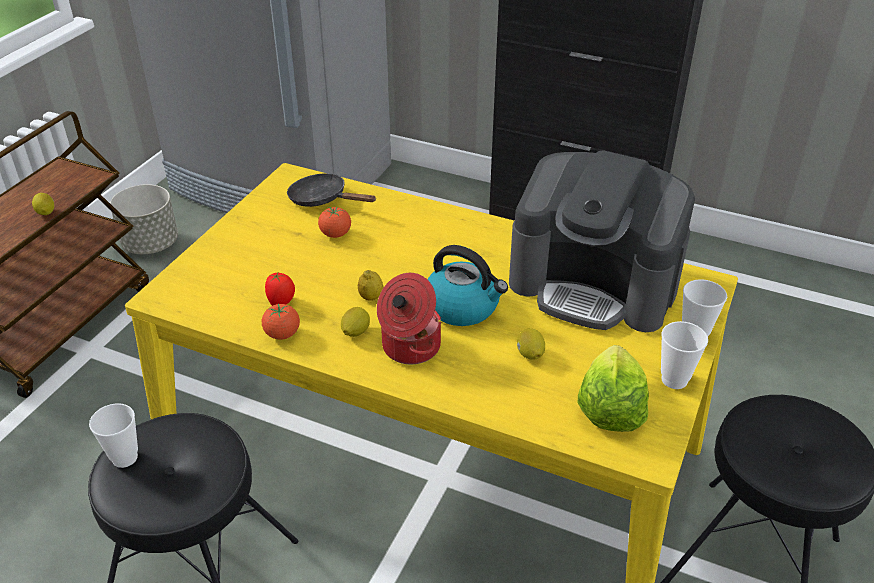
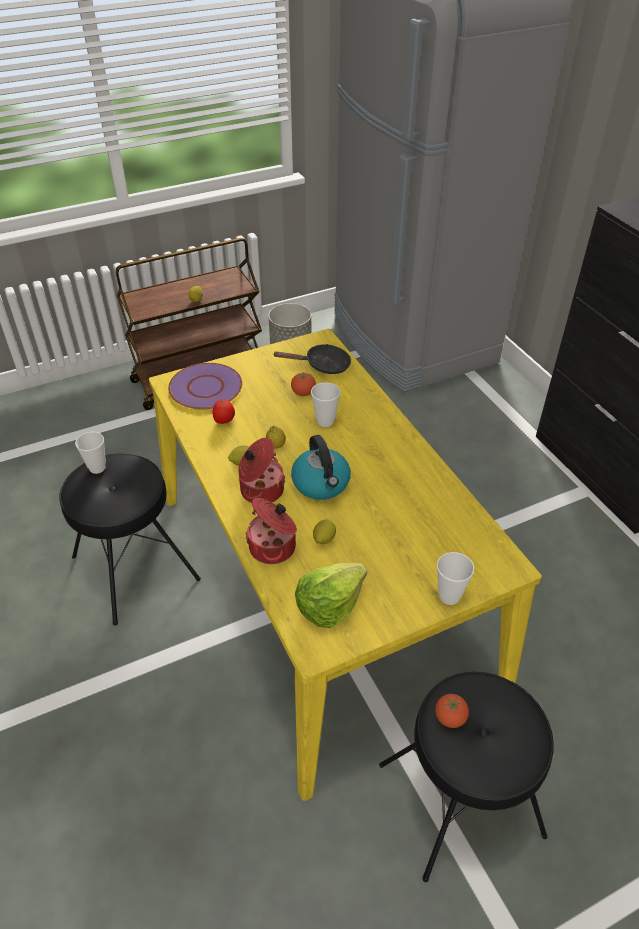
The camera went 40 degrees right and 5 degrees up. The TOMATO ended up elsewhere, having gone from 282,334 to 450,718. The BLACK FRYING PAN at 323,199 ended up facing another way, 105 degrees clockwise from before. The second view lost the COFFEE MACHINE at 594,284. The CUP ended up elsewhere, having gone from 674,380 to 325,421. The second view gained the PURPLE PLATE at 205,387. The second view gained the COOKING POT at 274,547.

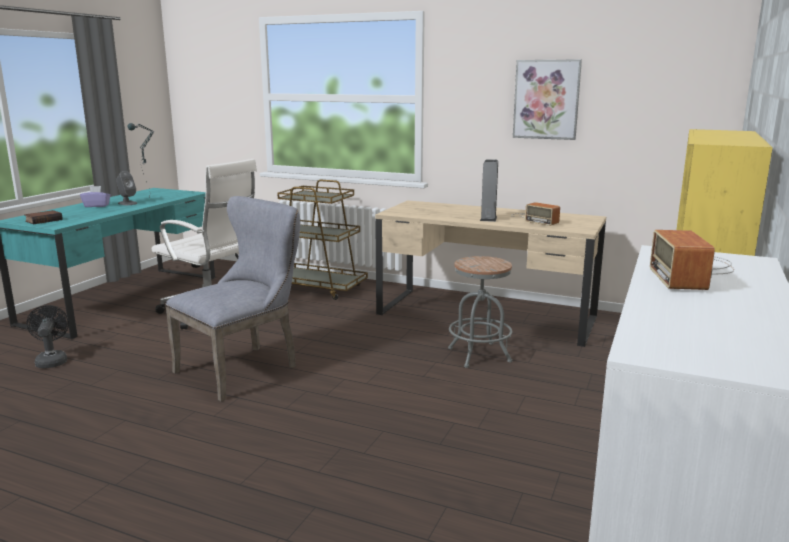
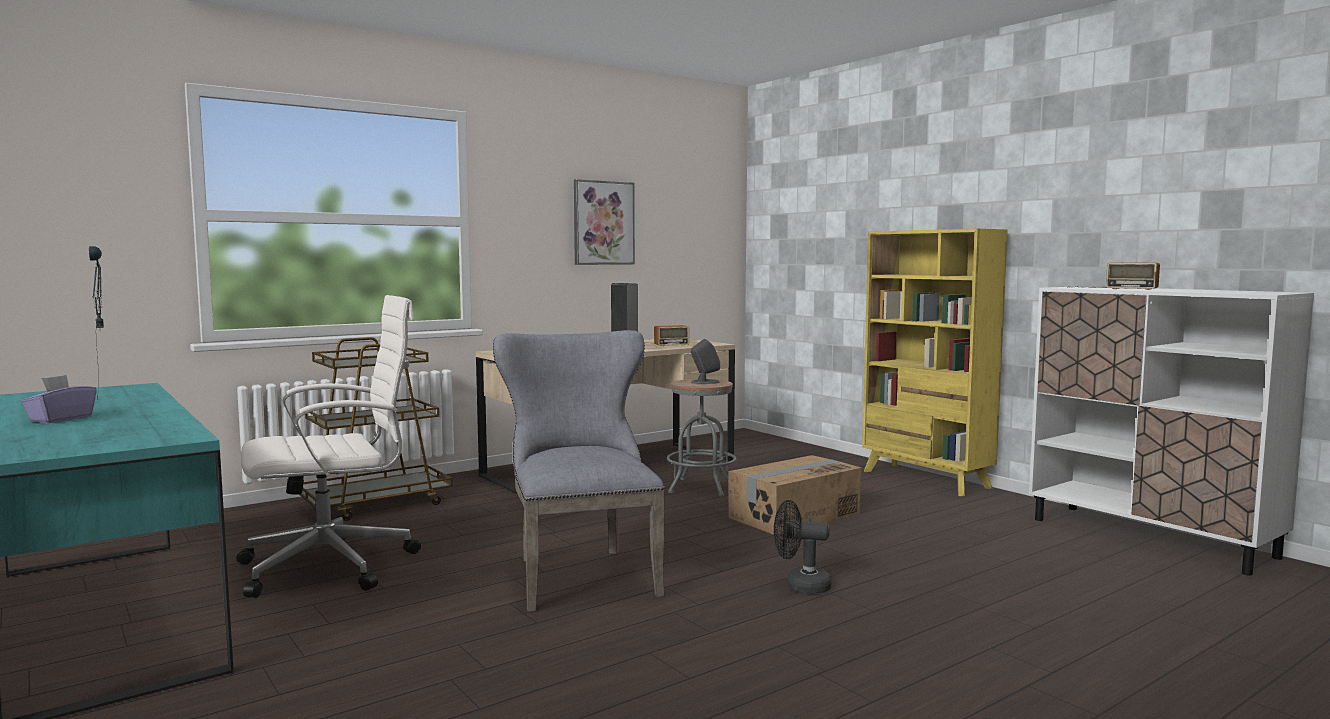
The camera went 60 degrees left and 10 degrees down. The second view lost the BOOK at 44,220. The BLACK FAN ended up elsewhere, having gone from 52,360 to 800,585. The GREY SPEAKER ended up elsewhere, having gone from 127,203 to 705,382. The second view gained the CARDBOARD BOX at 793,515.

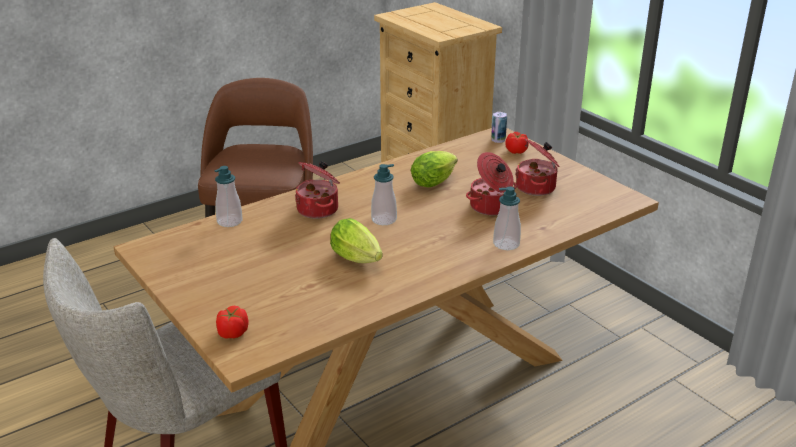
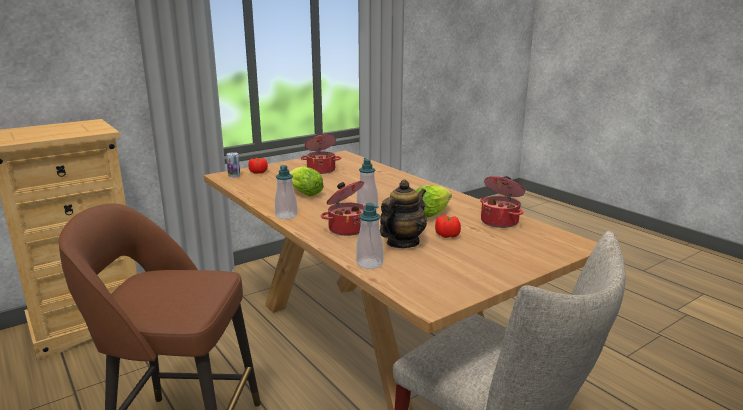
The camera went 90 degrees left and 10 degrees down. The TOMATO ended up elsewhere, having gone from 232,333 to 447,235. The COOKING POT ended up elsewhere, having gone from 491,207 to 500,221. The SOAP DISPENSER ended up elsewhere, having gone from 506,244 to 286,215. The second view gained the TEAPOT at 402,243.

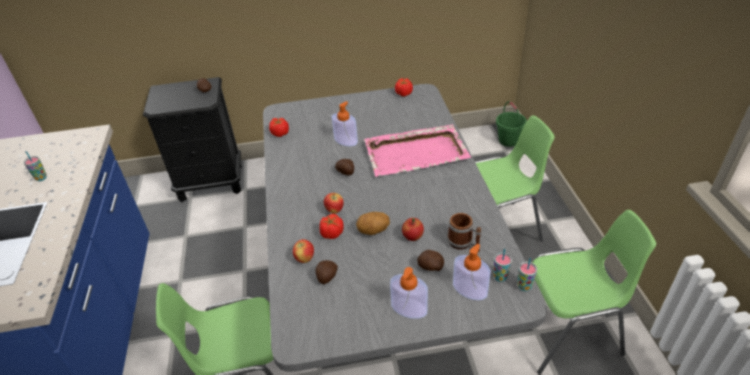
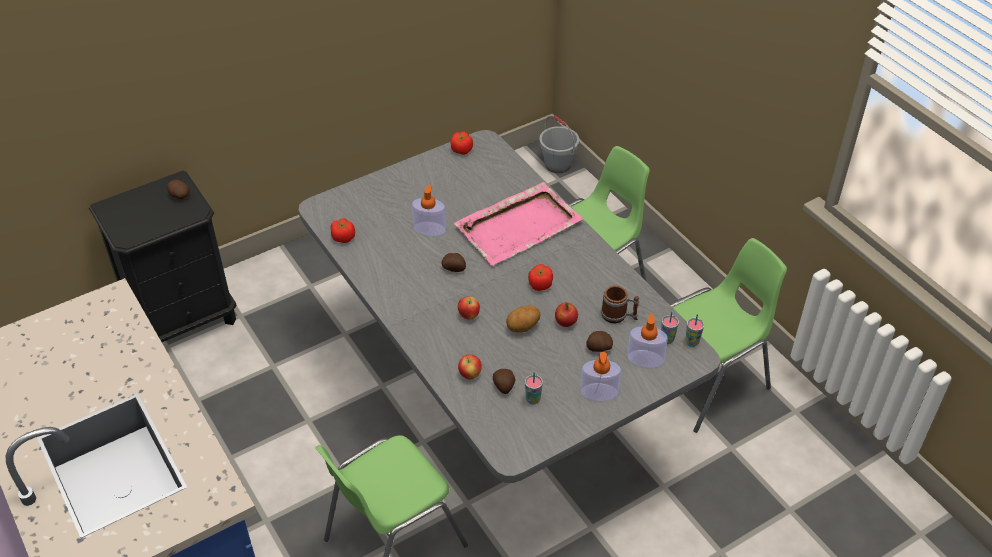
The camera went 25 degrees left and 5 degrees up. The CUP ended up elsewhere, having gone from 41,178 to 533,399. The TOMATO ended up elsewhere, having gone from 332,233 to 540,285. What was the GREEN BUCKET at 509,141 turned into the GREY BUCKET at 558,164.

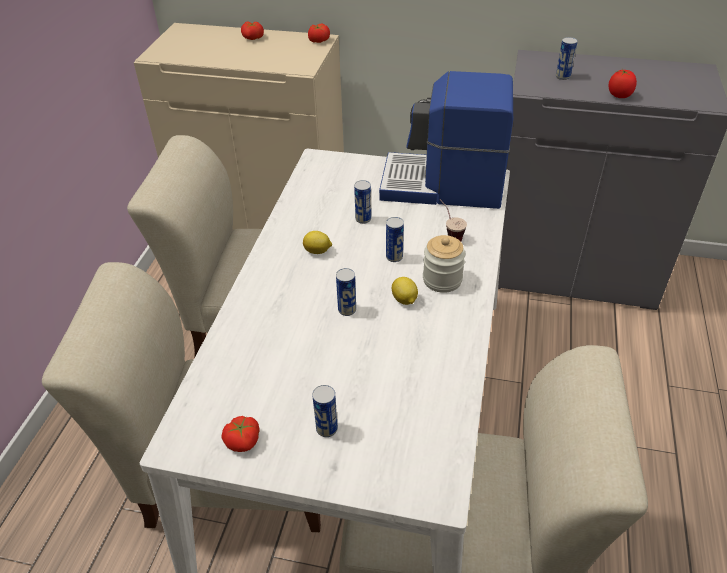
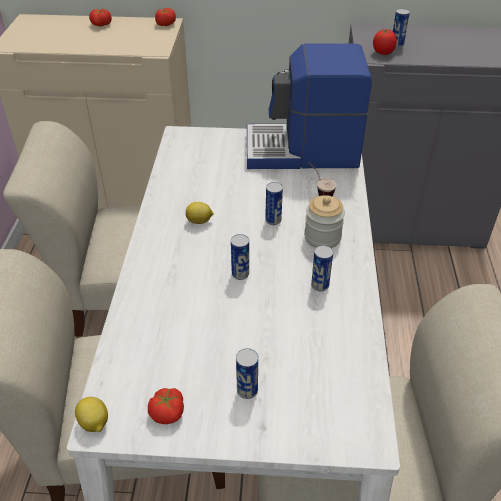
The camera went 10 degrees left and 0 degrees up. The CAN ended up elsewhere, having gone from 363,219 to 320,285. The LEMON ended up elsewhere, having gone from 404,300 to 94,423. The TOMATO ended up elsewhere, having gone from 619,95 to 383,53.

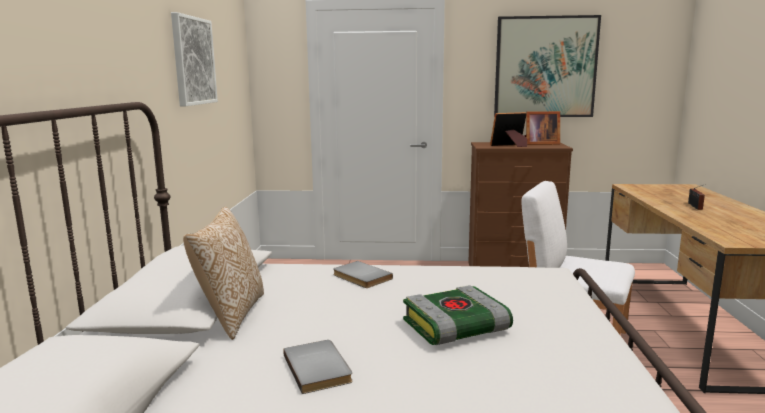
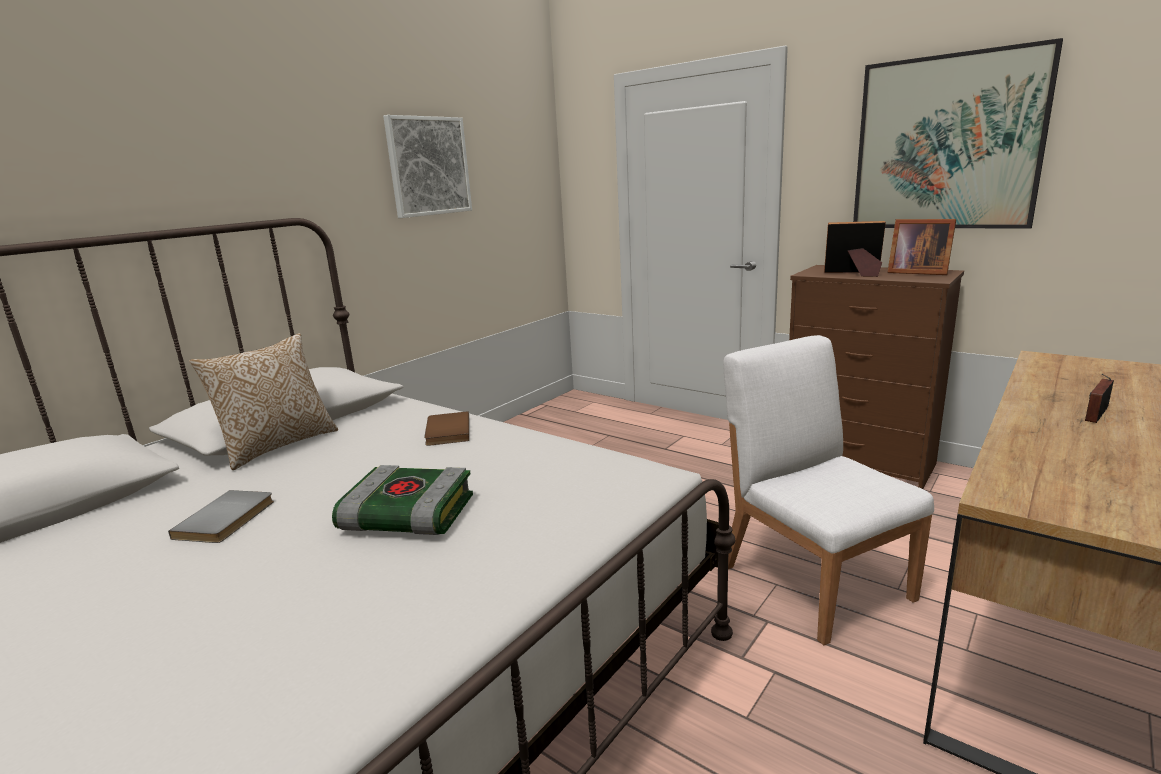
The camera went 35 degrees right and 5 degrees up. What was the GREY BOOK at 360,277 turned into the BROWN BOOK at 446,431.

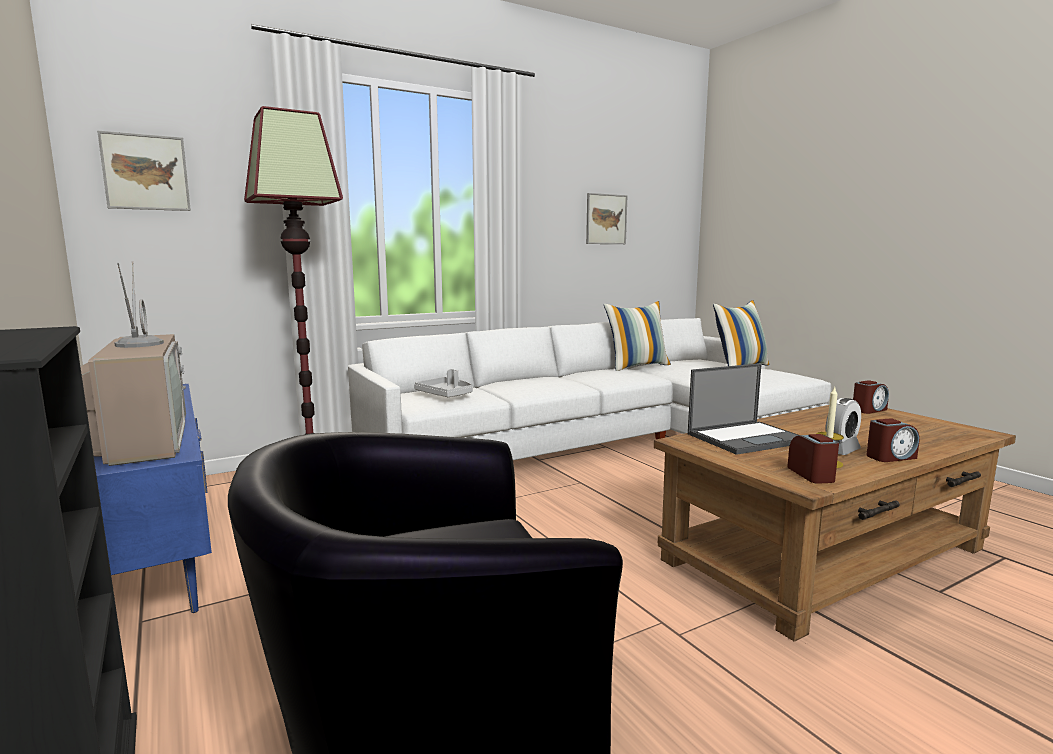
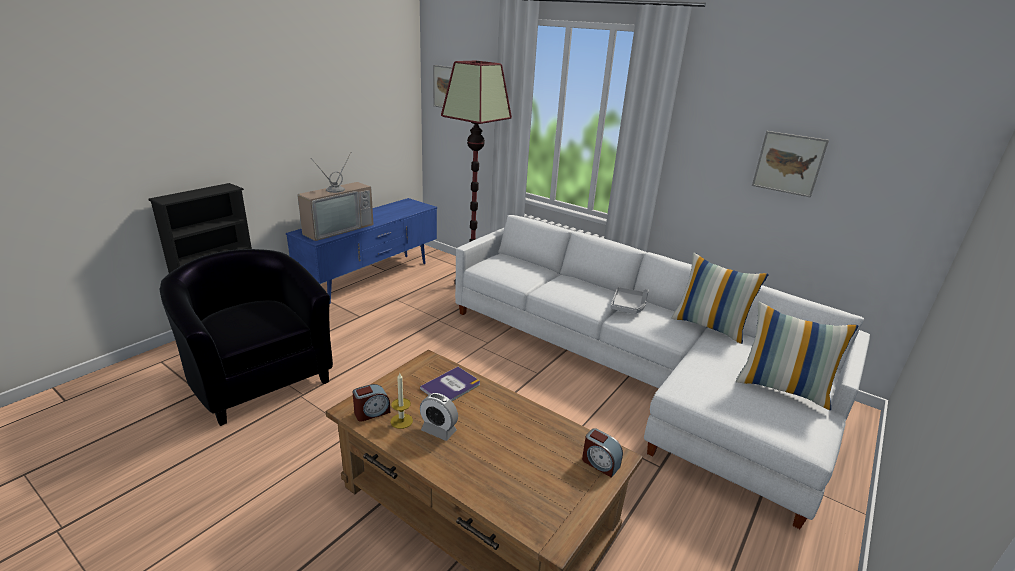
The camera went 65 degrees right and 15 degrees up. The GREY TRAY ended up elsewhere, having gone from 446,395 to 628,306. Where the LAPTOP stood at 747,438, the BOOK came to stand at 451,386. The second view lost the ALARM CLOCK at 890,457.

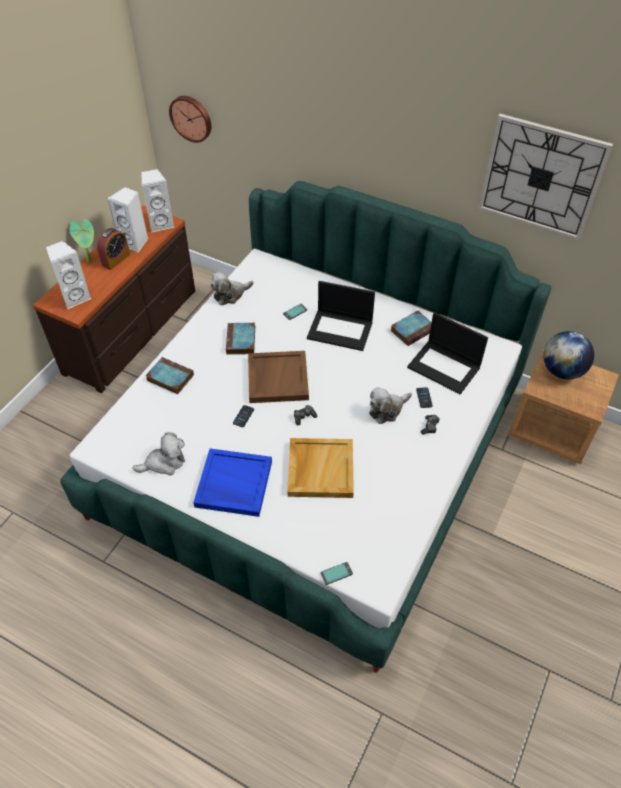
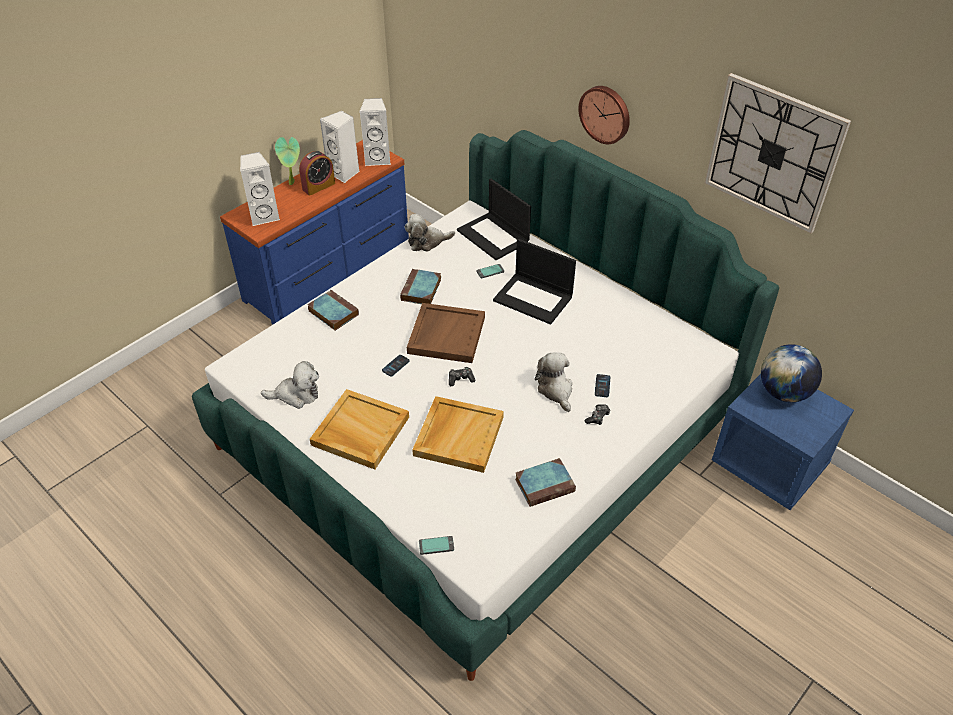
The camera went 15 degrees right and 5 degrees down. What was the BROWN DRESSER at 133,331 turned into the BLUE DRESSER at 330,271. The WALL CLOCK ended up elsewhere, having gone from 191,118 to 605,114. What was the BLUE TRAY at 233,484 turned into the BEIGE TRAY at 359,431. The PLUSH TOY at 387,409 ended up facing another way, 90 degrees clockwise from before. The BOOK ended up elsewhere, having gone from 413,330 to 545,484. The LAPTOP ended up elsewhere, having gone from 445,367 to 494,236. What was the BROWN NIGHTSTAND at 552,429 turned into the BLUE NIGHTSTAND at 769,465.

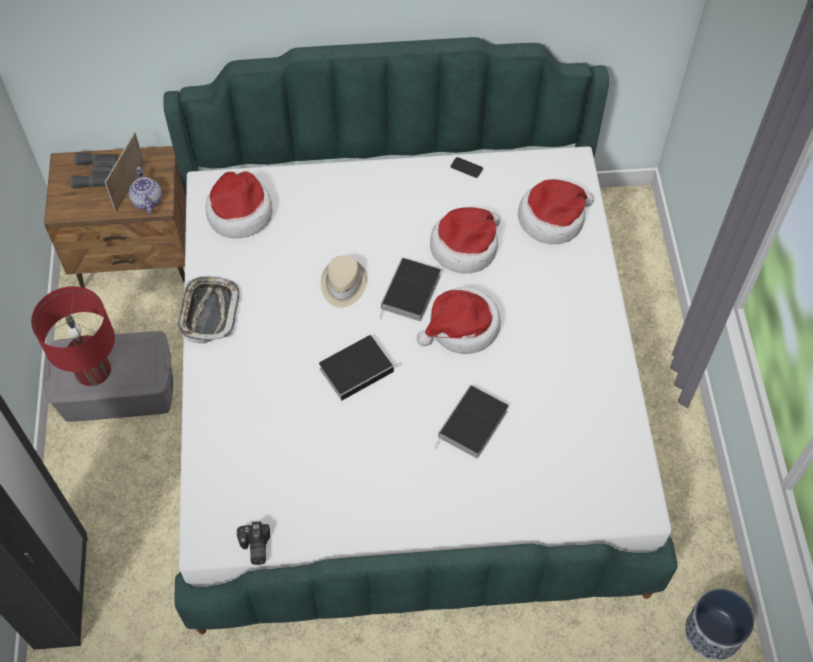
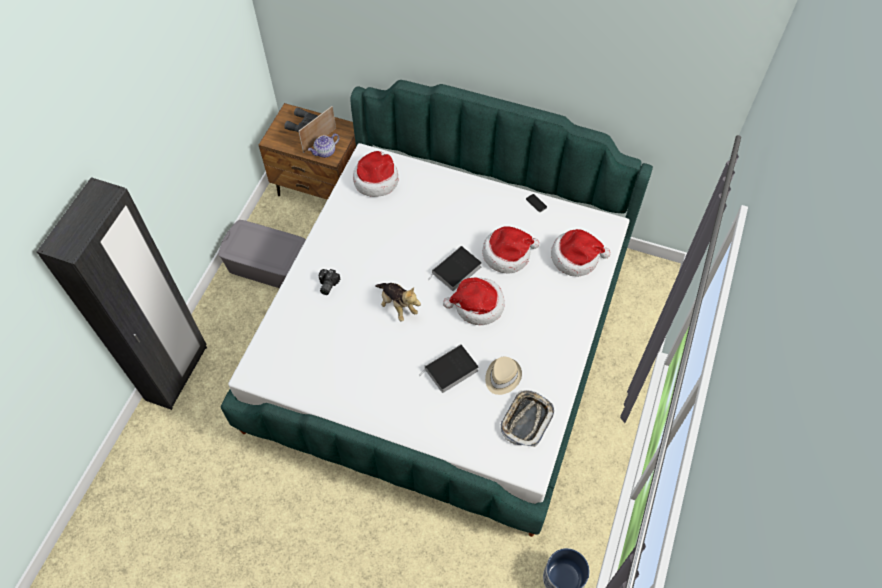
The camera went 25 degrees right and 0 degrees up. The second view lost the RED TABLE LAMP at 93,370. The TEAPOT at 147,201 ended up facing another way, 135 degrees counterclockwise from before. The TRAY ended up elsewhere, having gone from 209,312 to 526,420. The PHOTO CAMERA ended up elsewhere, having gone from 254,548 to 327,285. Where the BOOK stood at 358,368, the PLUSH TOY came to stand at 397,305. The BEIGE HAT ended up elsewhere, having gone from 343,284 to 502,377.

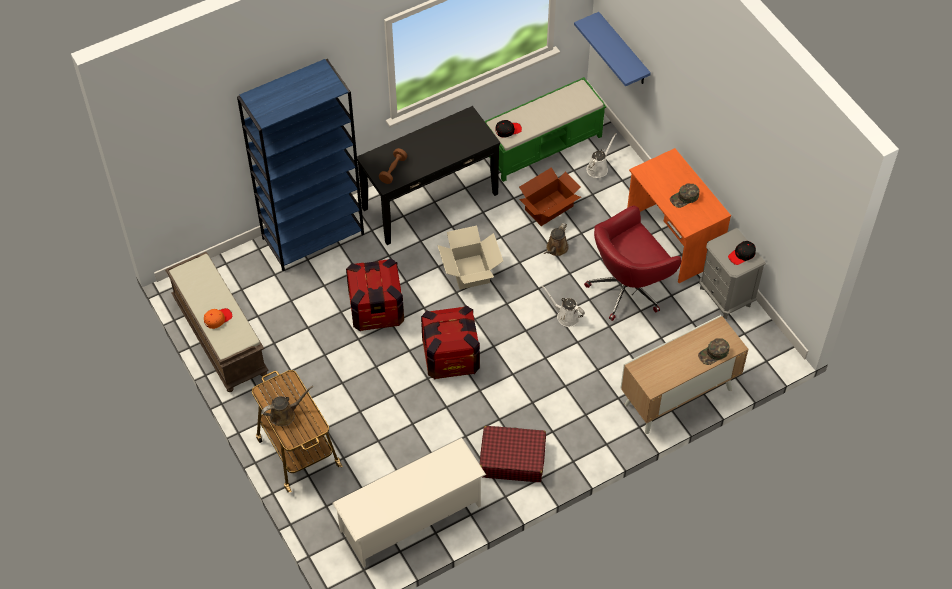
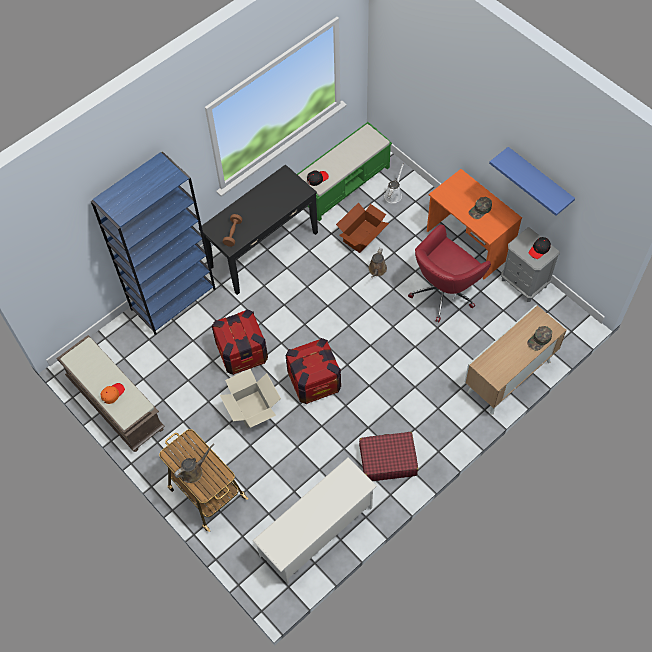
The camera went 10 degrees left and 5 degrees up. The CARDBOARD BOX ended up elsewhere, having gone from 470,271 to 253,409. The second view lost the WHITE WATERING CAN at 565,316. The BLUE SHELF ended up elsewhere, having gone from 623,50 to 539,179.

